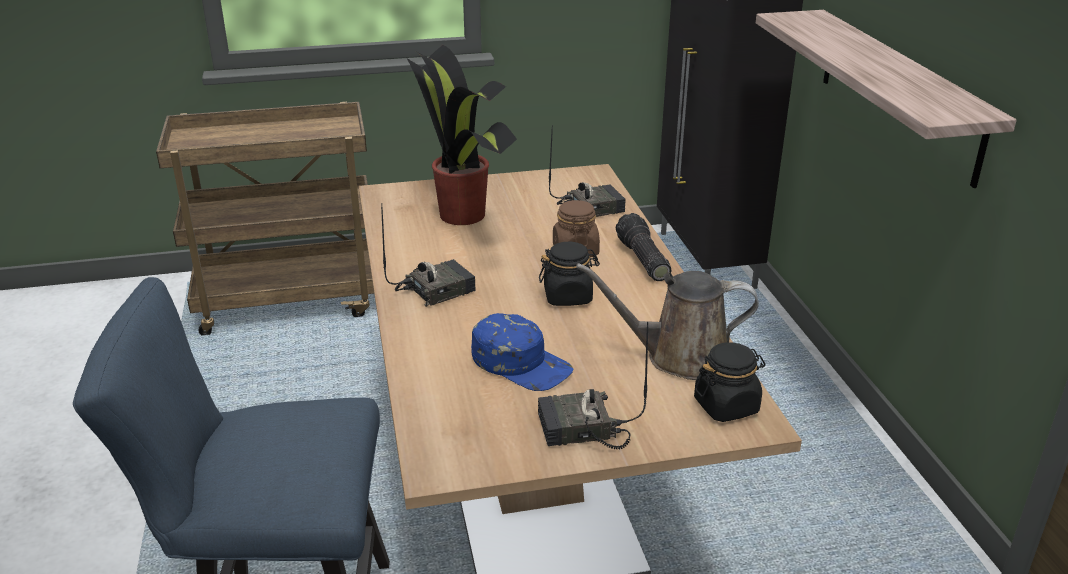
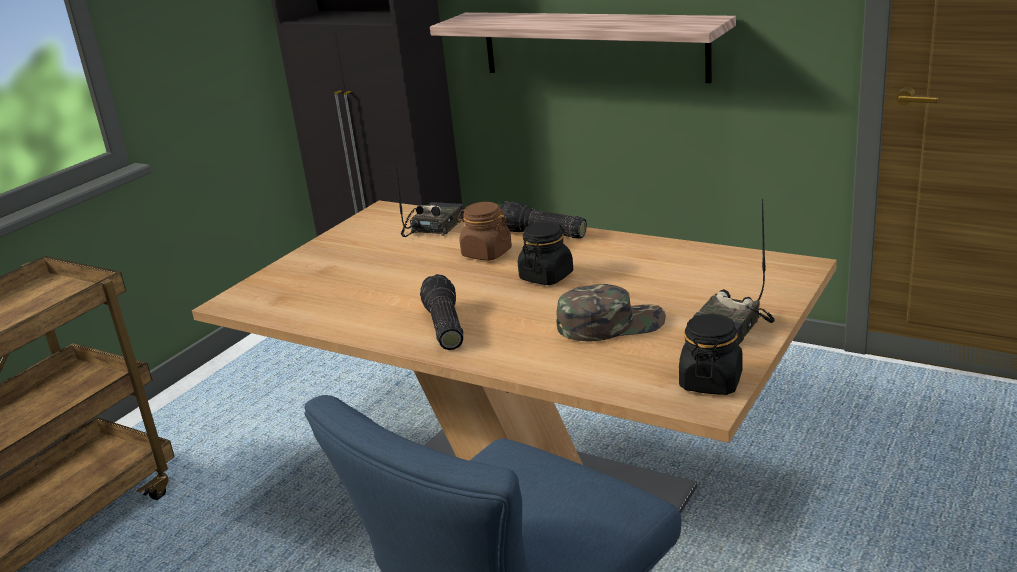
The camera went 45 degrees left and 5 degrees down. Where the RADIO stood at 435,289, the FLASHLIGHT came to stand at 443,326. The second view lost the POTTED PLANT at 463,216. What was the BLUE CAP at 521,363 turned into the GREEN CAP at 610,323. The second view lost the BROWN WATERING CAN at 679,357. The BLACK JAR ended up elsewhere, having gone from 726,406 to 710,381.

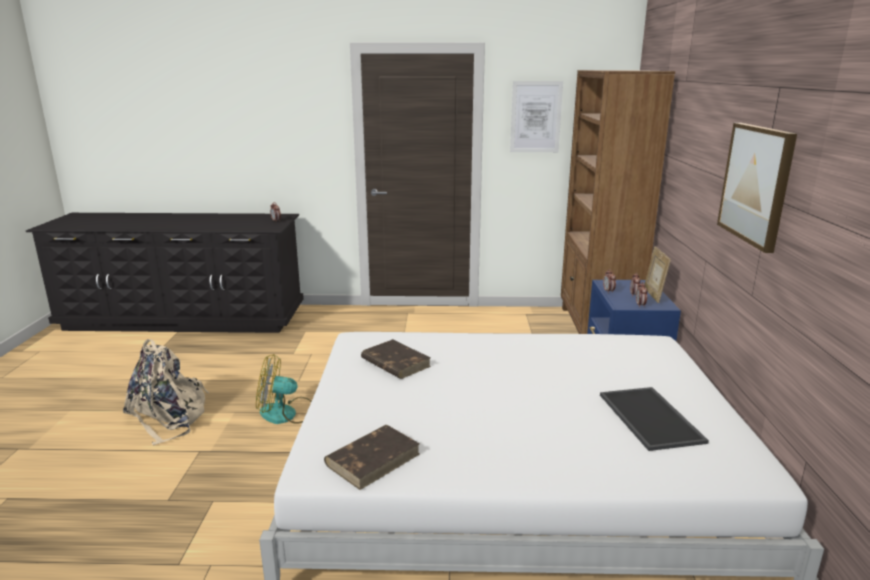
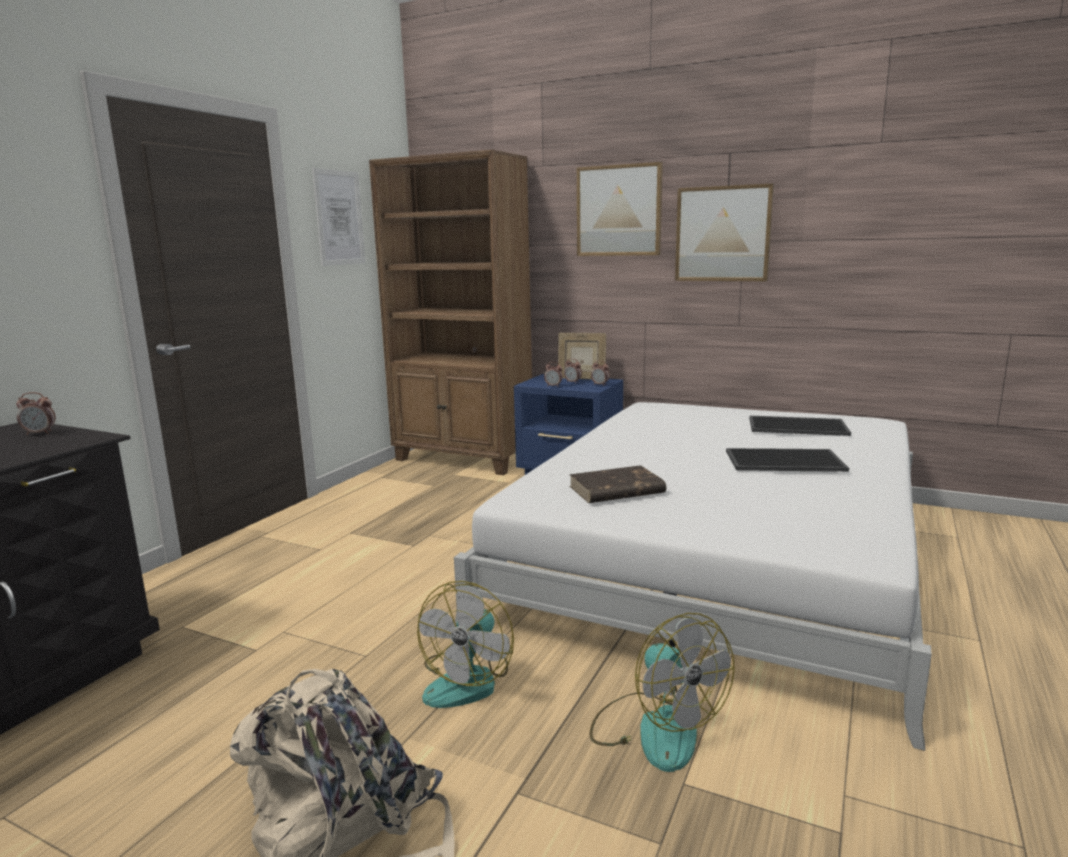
The camera went 65 degrees left and 5 degrees down. The second view lost the BROWN BOOK at 373,459. The second view gained the PICTURE at 619,211. The second view gained the FAN at 655,729. The second view gained the TRAY at 783,461.

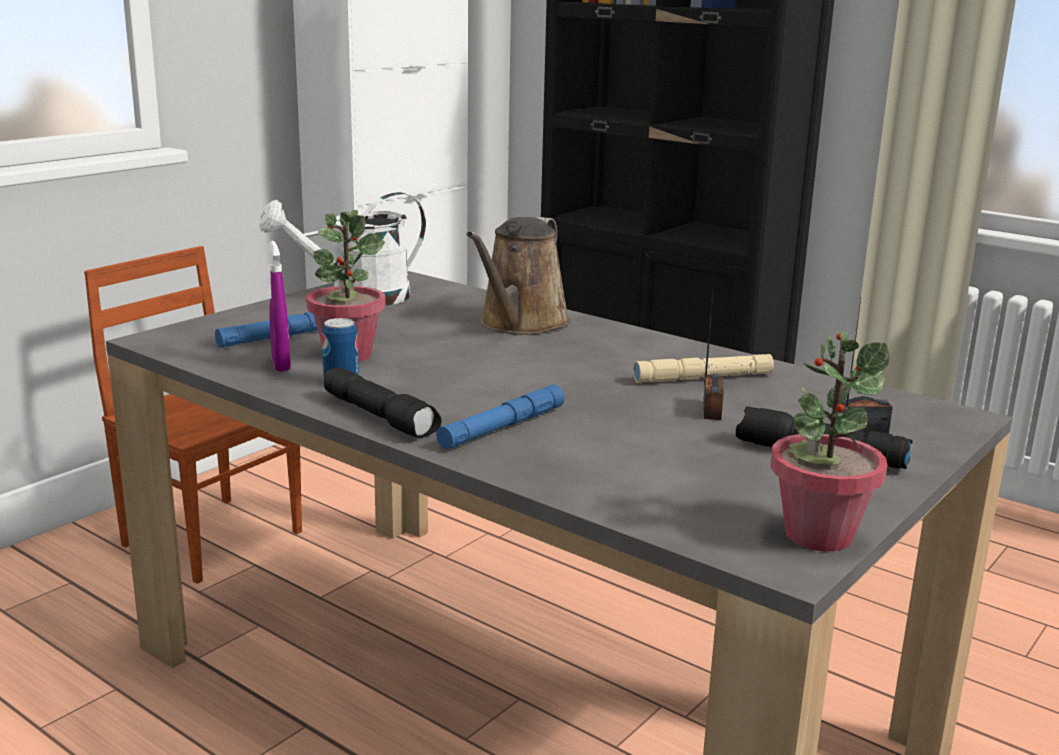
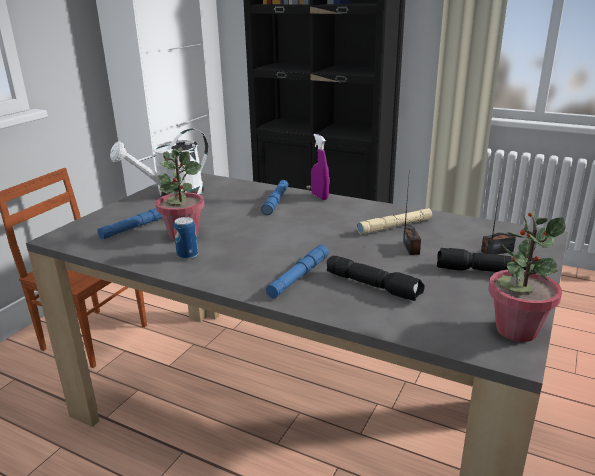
The camera went 10 degrees left and 5 degrees up. The PURPLE SPRAY BOTTLE ended up elsewhere, having gone from 281,365 to 319,196. The BLACK FLASHLIGHT ended up elsewhere, having gone from 381,417 to 373,286. Where the BROWN WATERING CAN stood at 520,324, the BLUE FLASHLIGHT came to stand at 276,201.

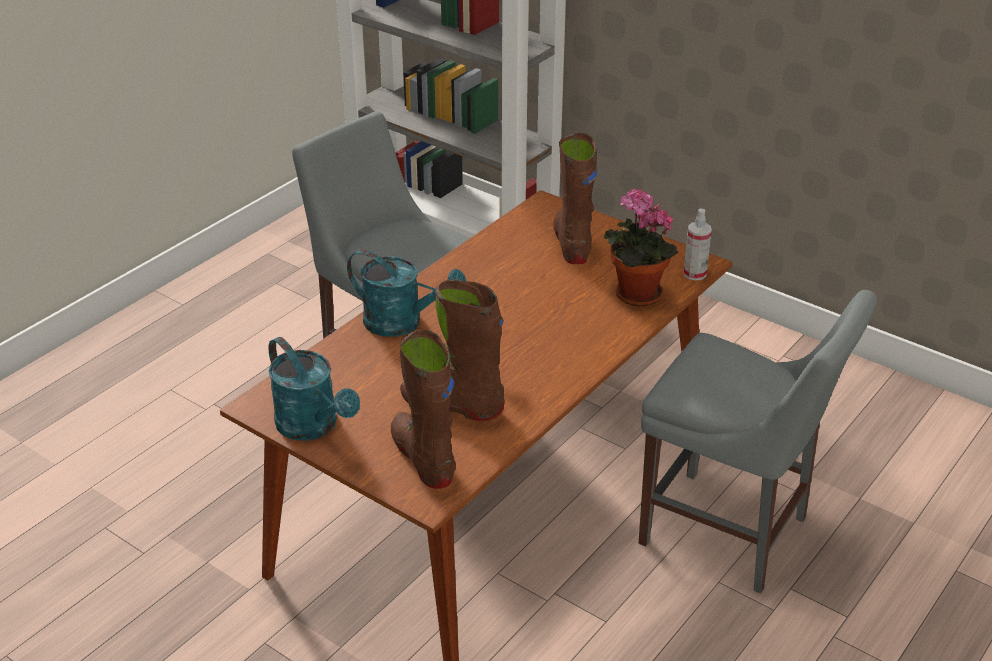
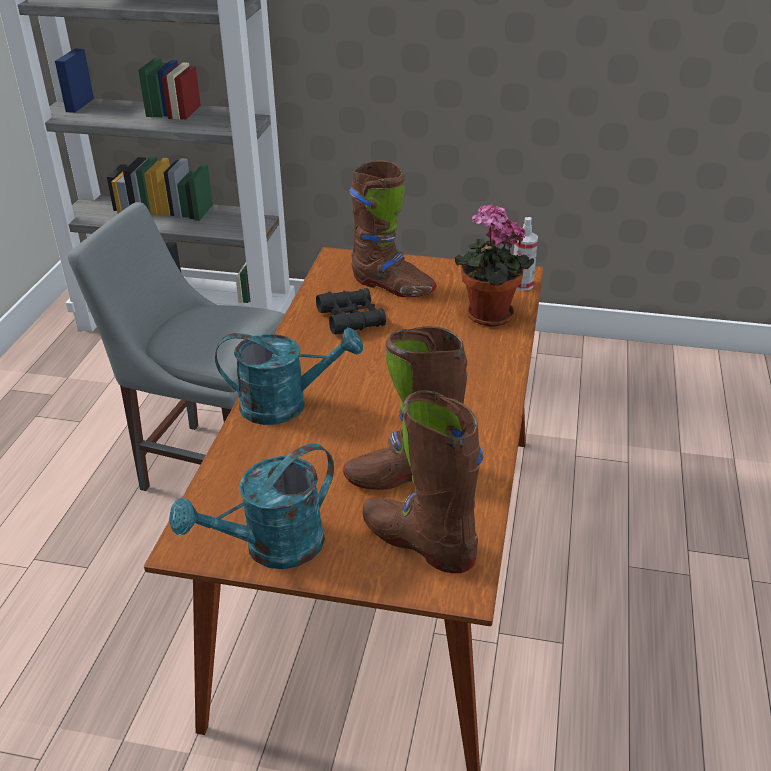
The camera went 25 degrees left and 0 degrees up. The TURQUOISE WATERING CAN at 313,427 ended up facing another way, 120 degrees clockwise from before. The BROWN BOOT at 572,244 ended up facing another way, 150 degrees clockwise from before. The second view lost the GREY CHAIR at 731,534. The second view gained the BLACK BINOCULARS at 351,319.

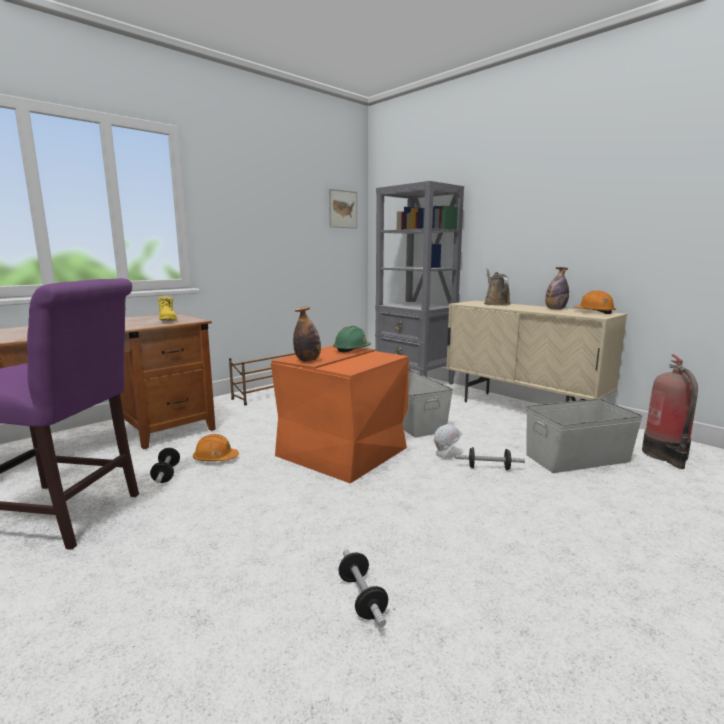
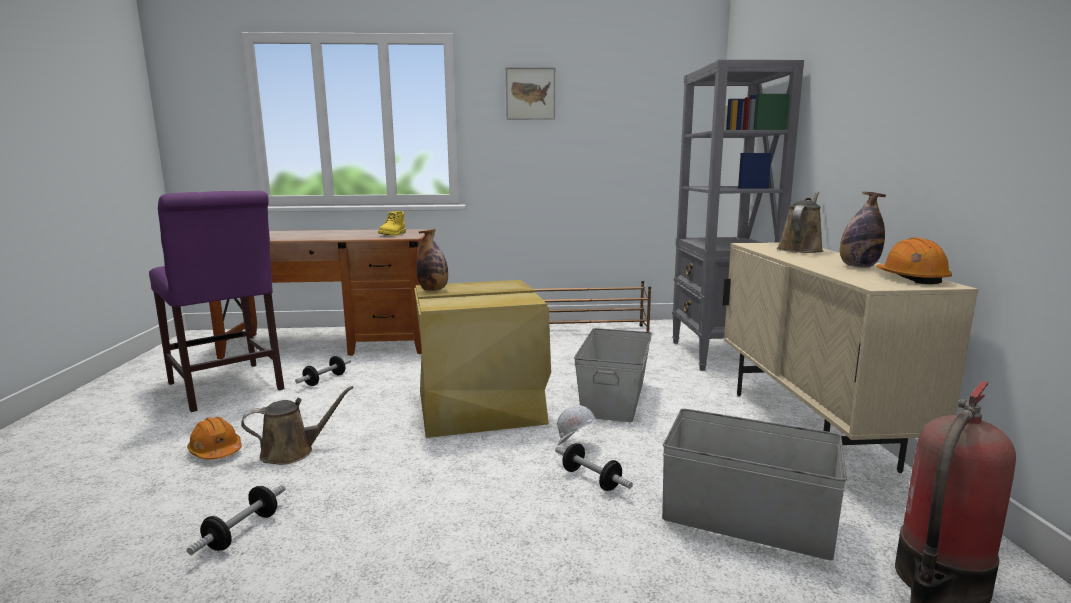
The camera went 40 degrees right and 0 degrees up. The ORANGE HARD HAT ended up elsewhere, having gone from 215,458 to 216,451. What was the ORANGE STORAGE BOX at 344,451 turned into the BEIGE STORAGE BOX at 481,407. The PICTURE ended up elsewhere, having gone from 342,209 to 530,93. The second view lost the GREEN HARD HAT at 352,349. The second view gained the BROWN WATERING CAN at 293,452.

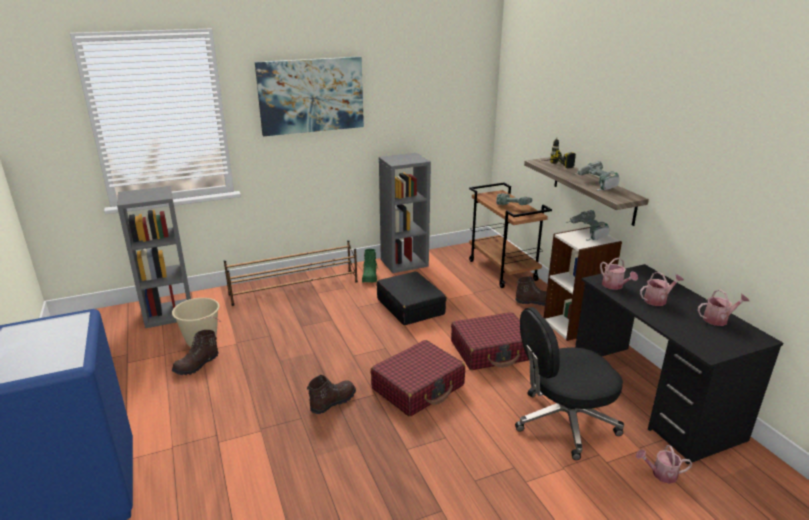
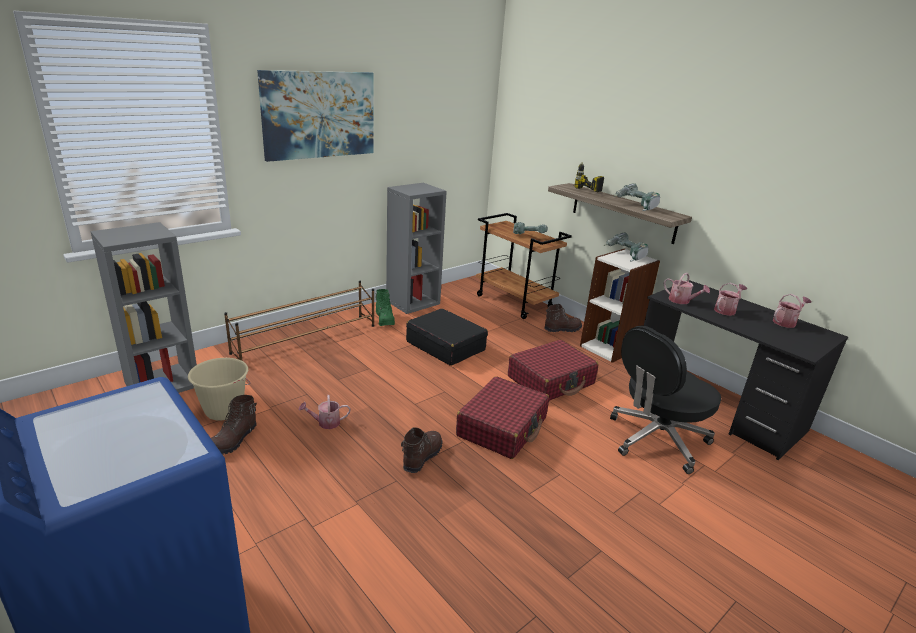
The camera went 20 degrees left and 0 degrees up. The WATERING CAN ended up elsewhere, having gone from 660,474 to 325,423.

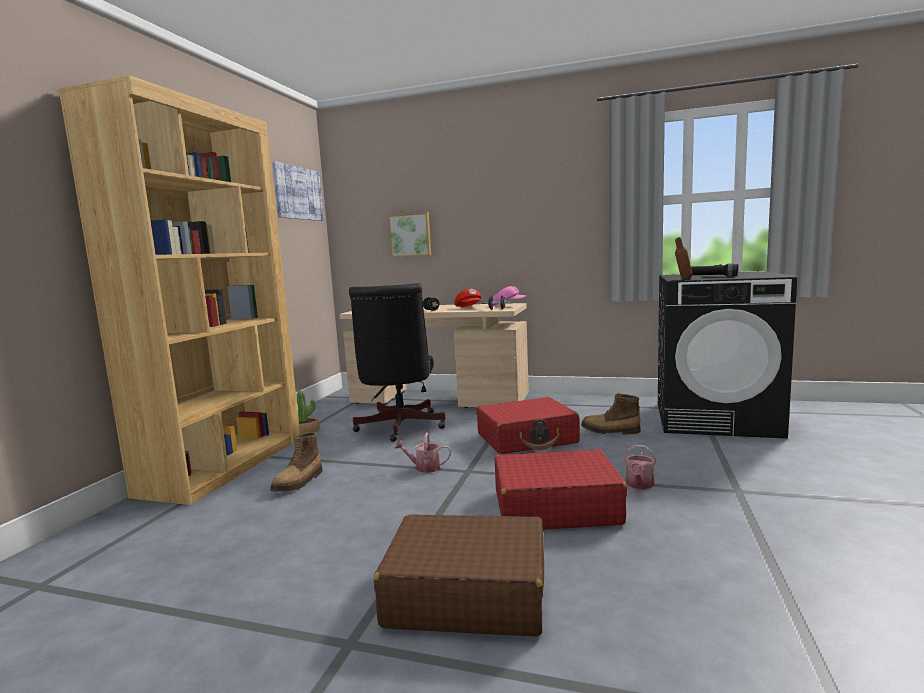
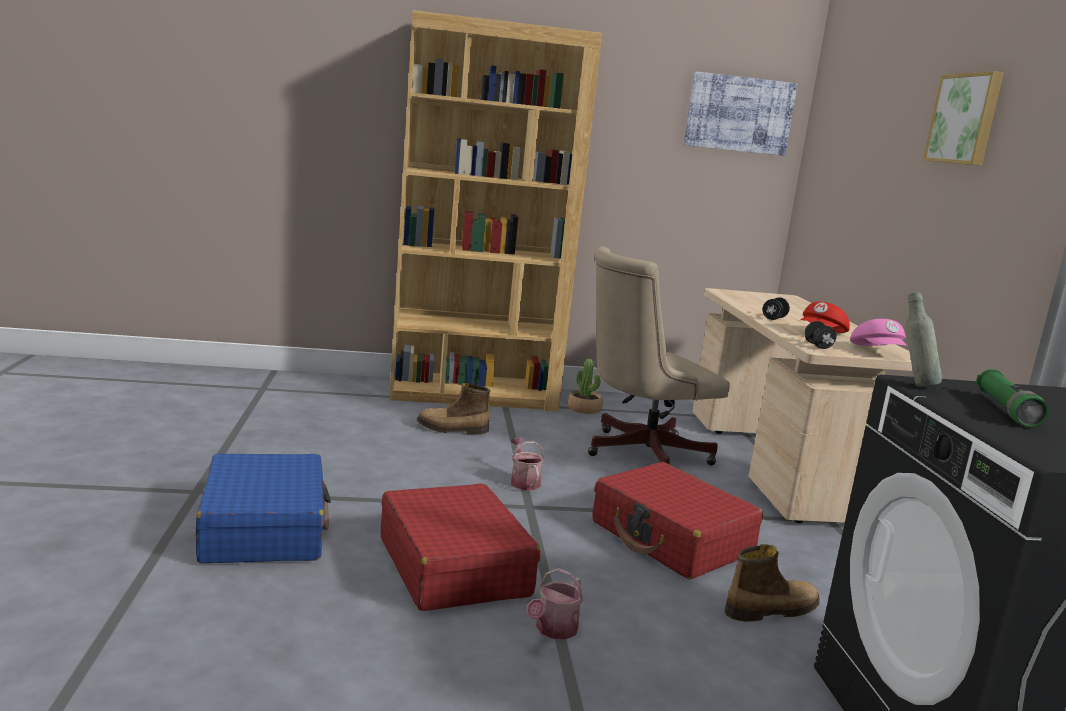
The camera went 65 degrees right and 5 degrees up. What was the BLACK OFFICE CHAIR at 399,428 turned into the BEIGE OFFICE CHAIR at 638,453. What was the BROWN SUITCASE at 466,593 turned into the BLUE SUITCASE at 264,528. The PICTURE ended up elsewhere, having gone from 410,235 to 965,119. The BOOT at 610,431 ended up facing another way, 75 degrees clockwise from before. The WATERING CAN at 639,485 ended up facing another way, 60 degrees counterclockwise from before. What was the BROWN BOTTLE at 682,279 turned into the GREY BOTTLE at 914,385. What was the BLACK FLASHLIGHT at 712,276 turned into the GREEN FLASHLIGHT at 1006,410.

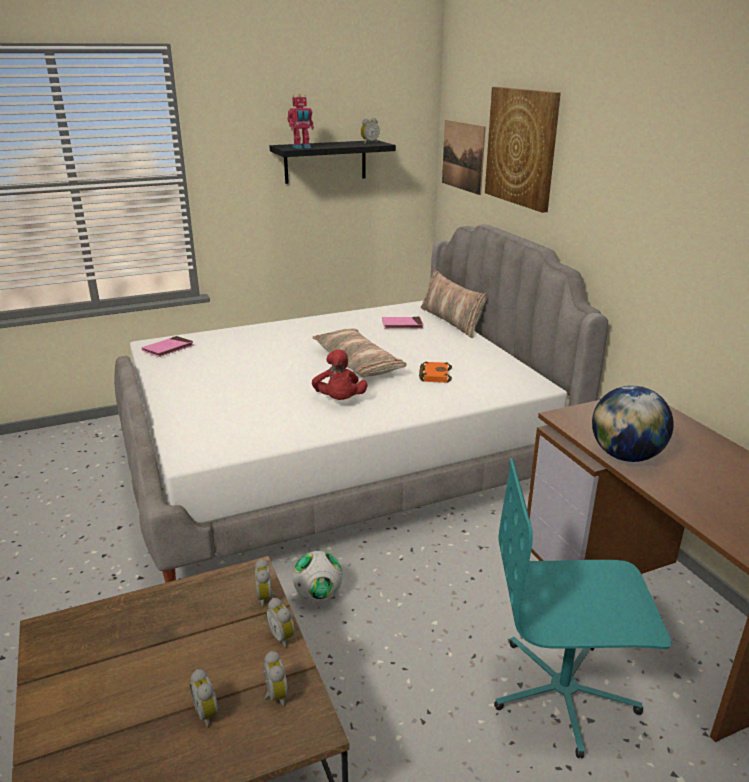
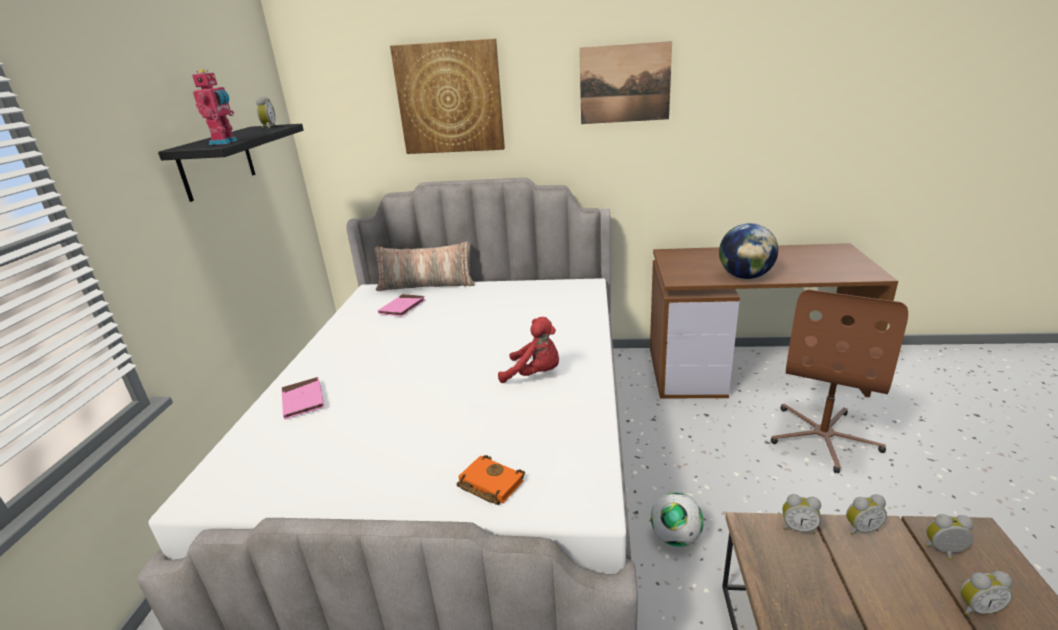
The camera went 60 degrees left and 0 degrees up. The PINK BOOK ended up elsewhere, having gone from 168,349 to 303,400. The second view lost the PILLOW at 358,363. The ORANGE BOOK ended up elsewhere, having gone from 434,375 to 488,484. The PICTURE ended up elsewhere, having gone from 463,156 to 624,84. What was the TURQUOISE OFFICE CHAIR at 564,692 turned into the BROWN OFFICE CHAIR at 823,437.

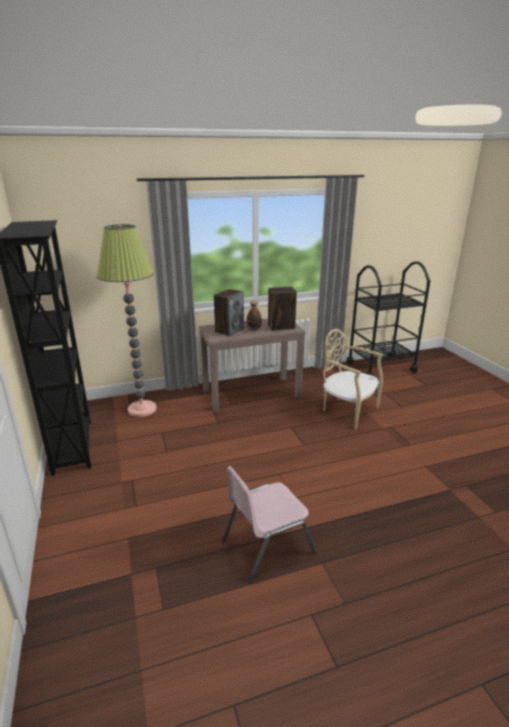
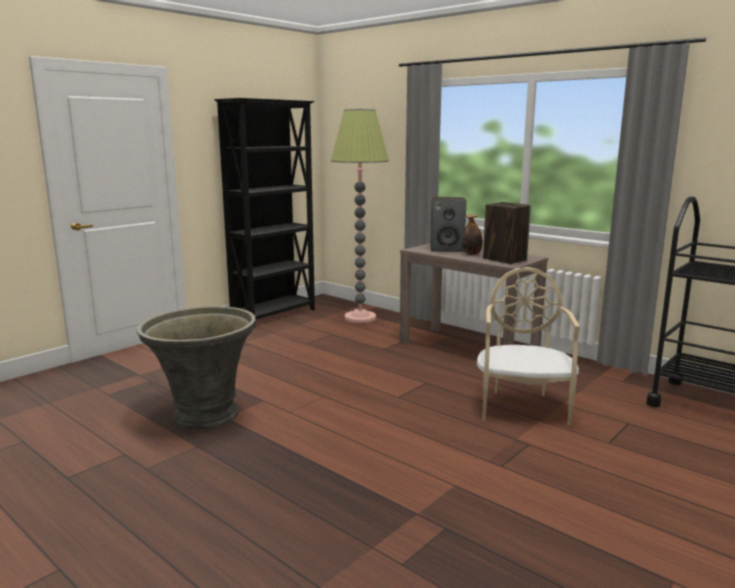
The camera went 60 degrees right and 10 degrees down. Where the PINK CHAIR stood at 267,546, the GREY PLANTER came to stand at 204,415.

